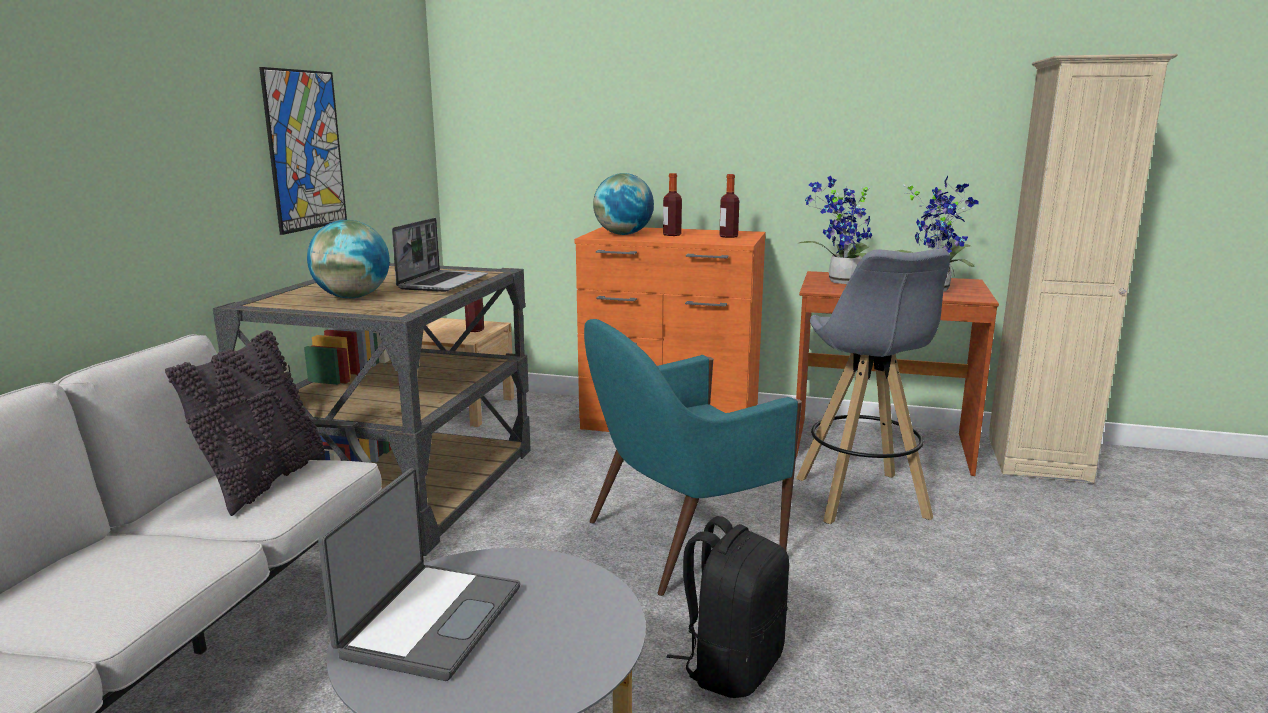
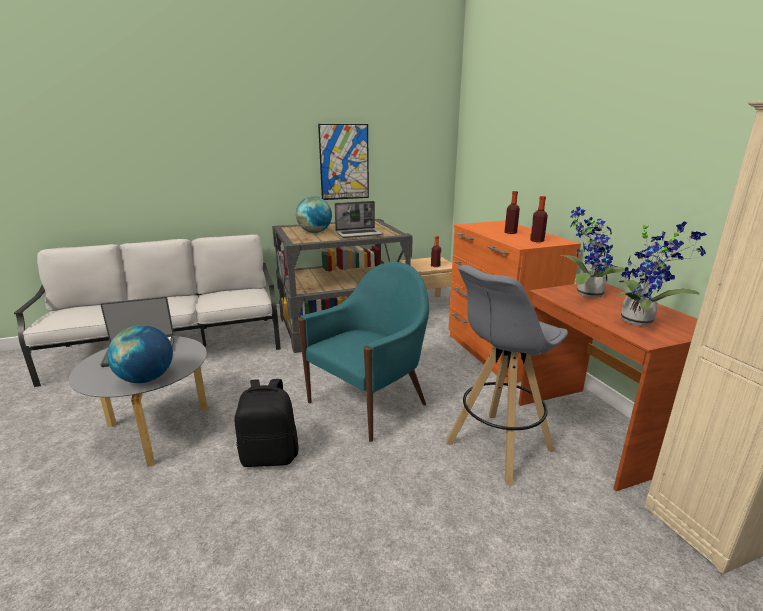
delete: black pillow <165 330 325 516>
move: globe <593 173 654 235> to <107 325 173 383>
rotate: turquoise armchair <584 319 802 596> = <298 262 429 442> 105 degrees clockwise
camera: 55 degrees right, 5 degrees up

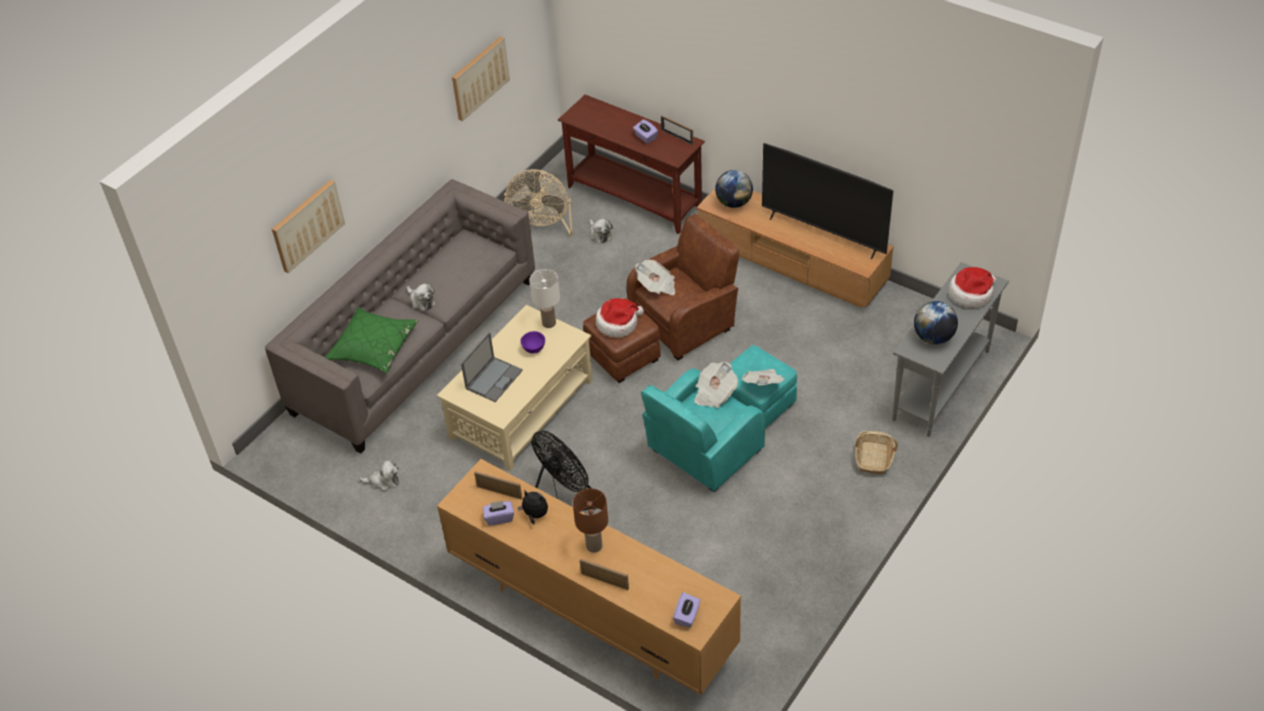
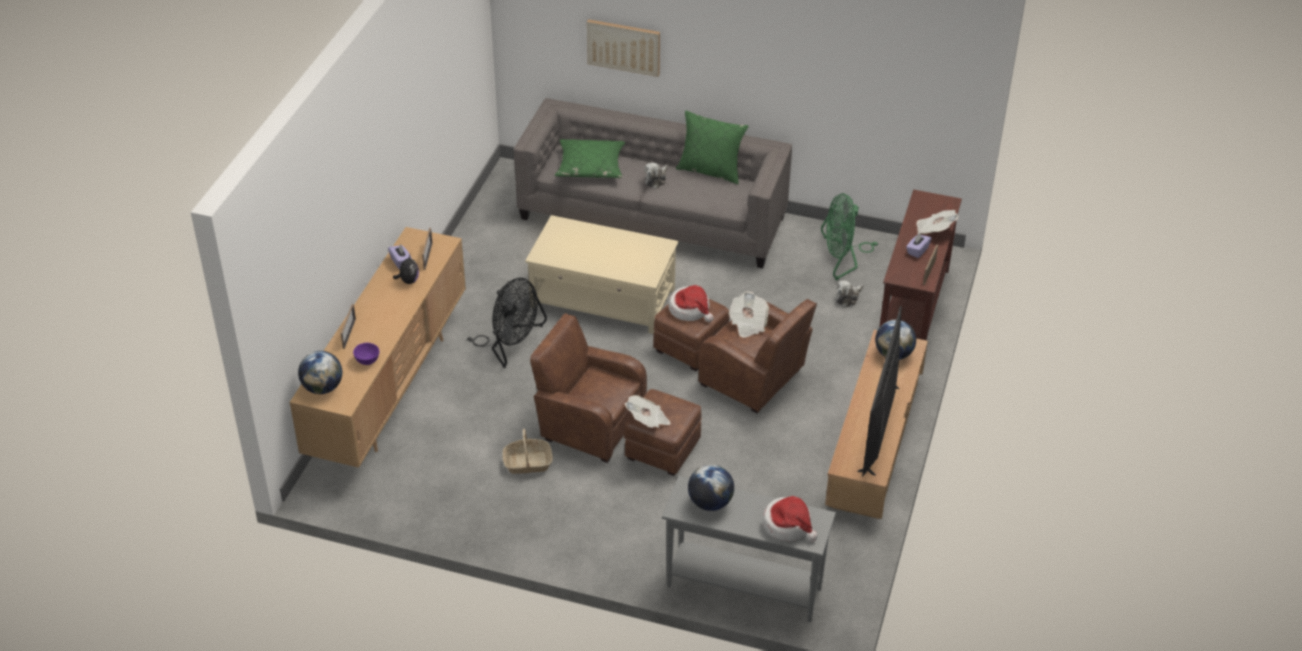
delete: plush toy <359 459 399 492>; picture <452 36 510 121>; laptop <461 332 523 402>; white table lamp <529 269 560 328>; brown table lamp <573 488 608 553>
insert: green pillow <676 111 749 185>
move: purple bowl <520 331 545 353> to <353 343 379 365>; newspaper <694 362 738 408> to <916 210 958 234>; basket <855 431 898 474> to <503 429 553 474>
replace: purple tissue box <673 592 700 628> to globe <298 351 342 394>
recolor: beige fan <504 169 573 237> to green fan <821 193 879 281>; turquoise armchair <641 345 797 492> to brown armchair <530 313 702 476>
camera: 70 degrees right, 5 degrees down

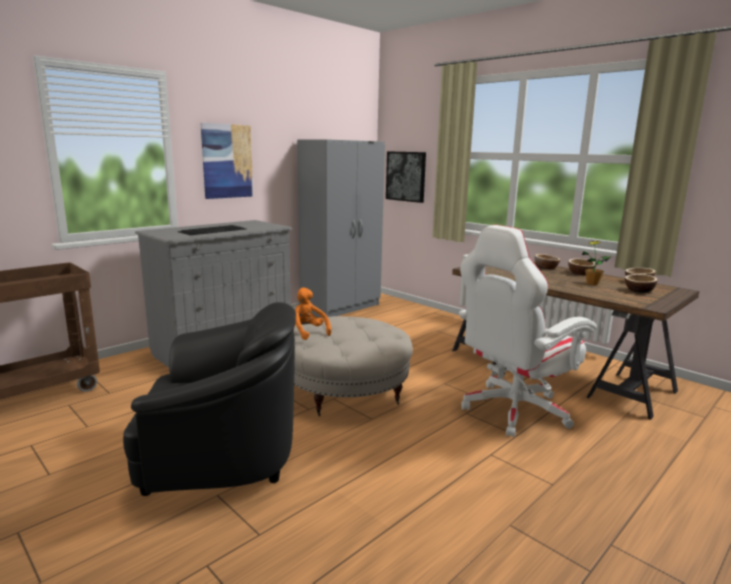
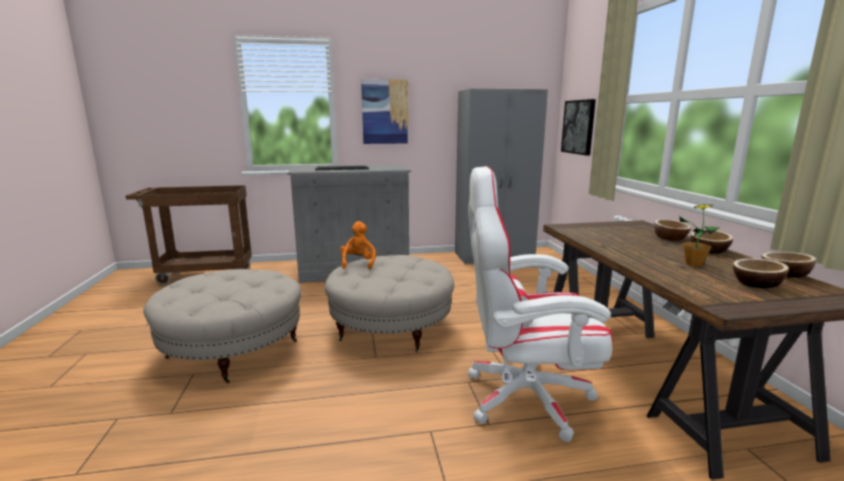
replace: black armchair <123 302 296 496> to beige ottoman <143 269 301 383>
camera: 35 degrees right, 0 degrees up

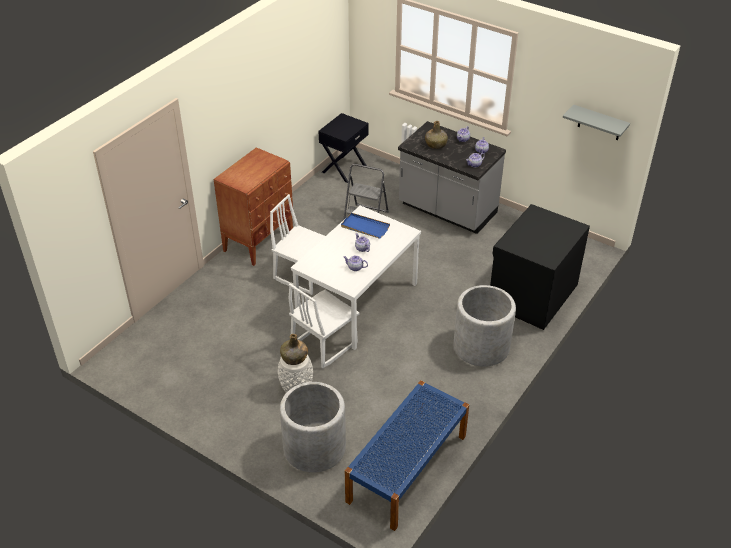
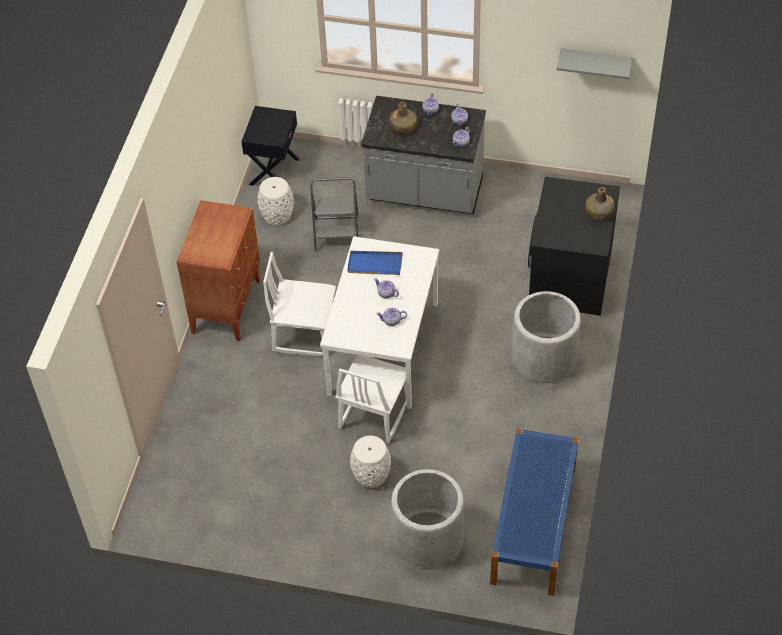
insert: white stool <258 177 294 225>
move: green bottle <280 334 308 365> to <585 187 615 221>
camera: 20 degrees left, 10 degrees up

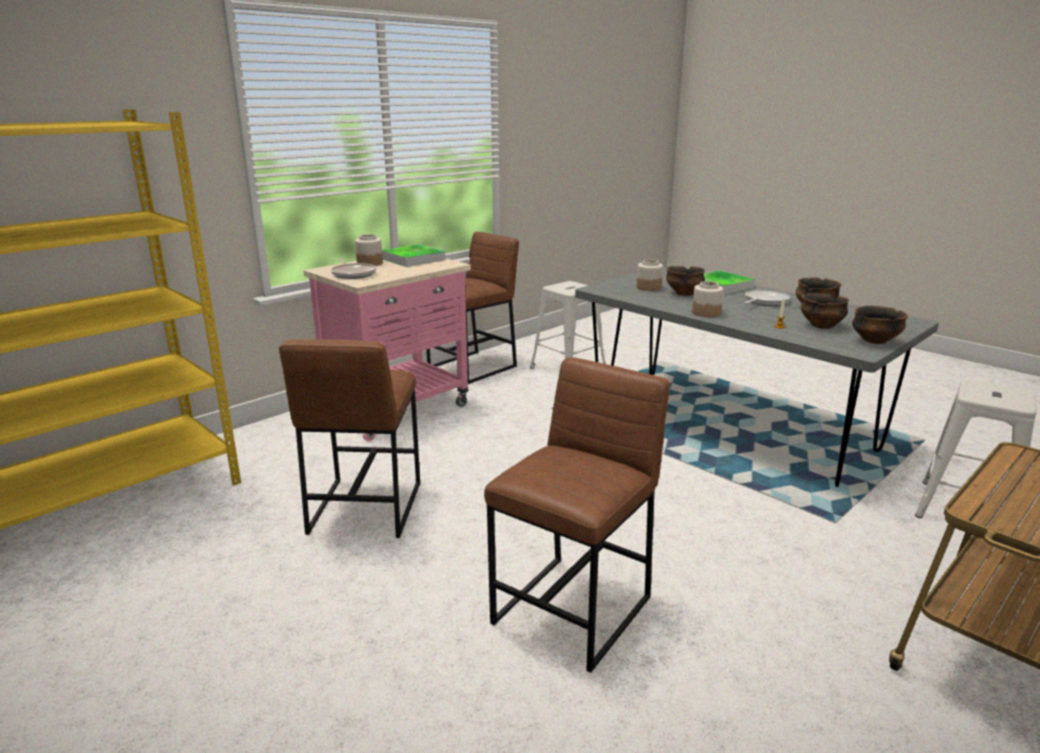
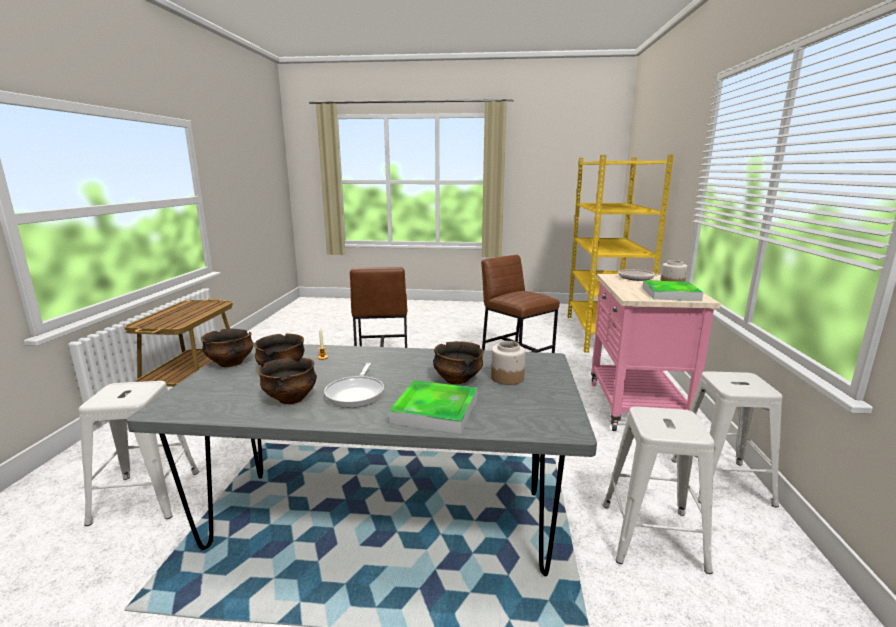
delete: jar <692 281 723 317>
replace: brown chair <426 232 519 384> to white stool <672 371 783 507>
camera: 140 degrees right, 5 degrees down

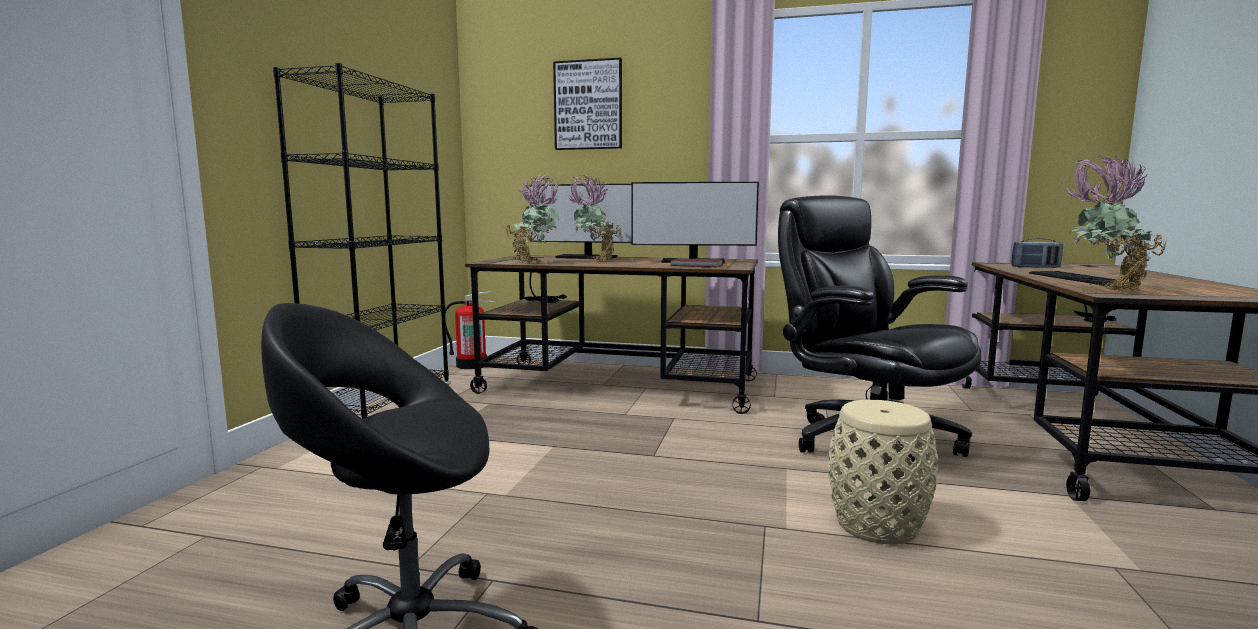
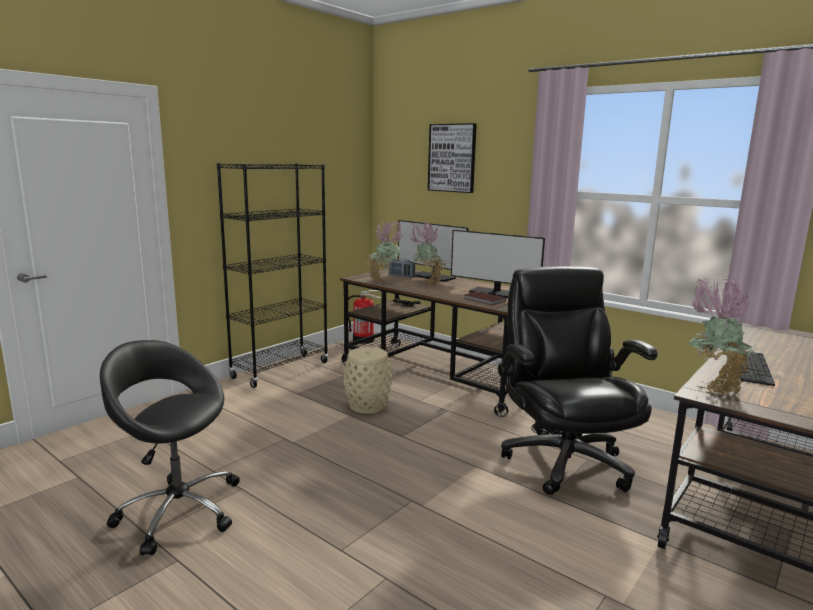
move: beige stool <828 400 938 544> to <344 347 392 414>; radio <1011 238 1063 268> to <389 259 415 278>
camera: 25 degrees right, 5 degrees up

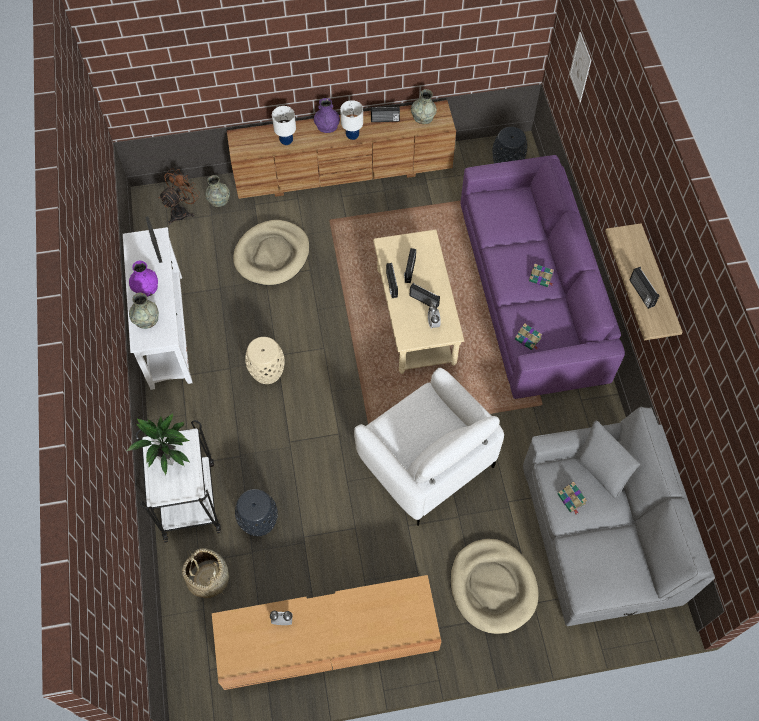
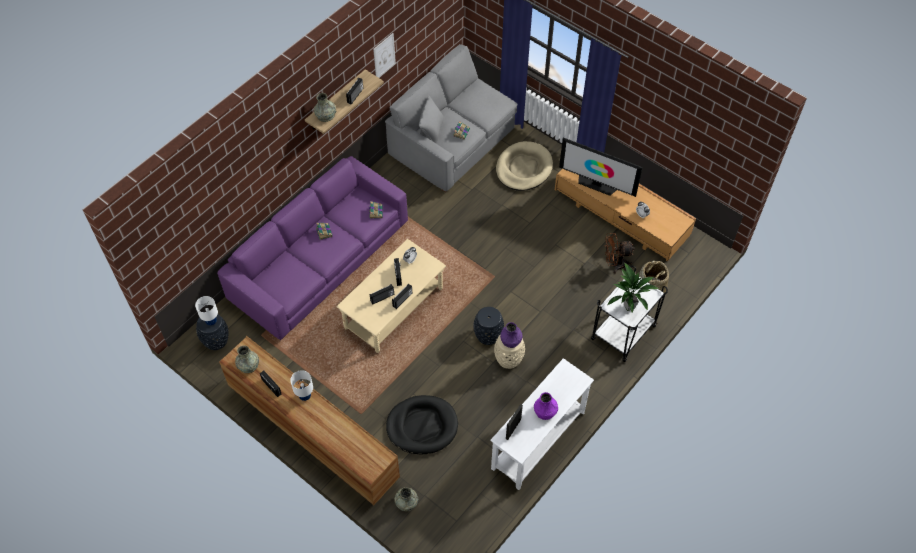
delete: white armchair <354 368 504 526>
insert: television <559 137 643 197>
move: grey vase <129 292 159 329> to <314 93 336 122>; brown fan <158 168 200 225> to <605 233 635 274>; black stool <235 489 278 536> to <474 307 504 345>; white table lamp <272 106 296 145> to <195 296 218 325>; purple vase <314 98 340 133> to <500 322 522 348>; picture <569 32 592 102> to <373 33 396 78>
recolor: beige dog bed <233 220 310 285> to black dog bed <386 395 458 454>
camera: 130 degrees left, 5 degrees down

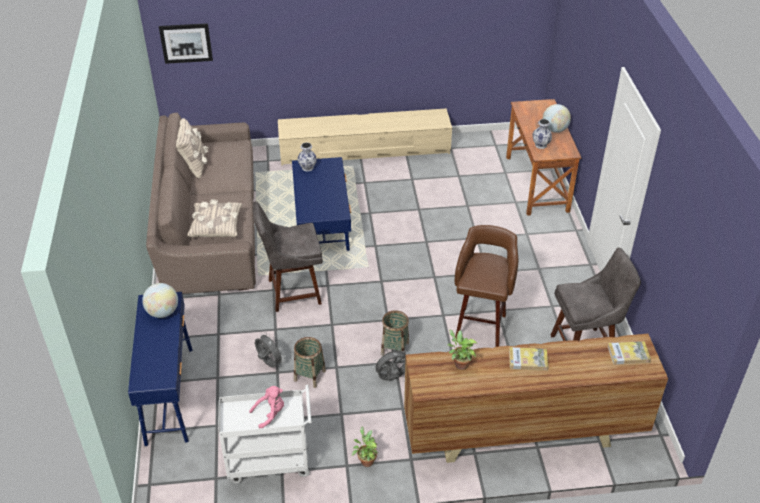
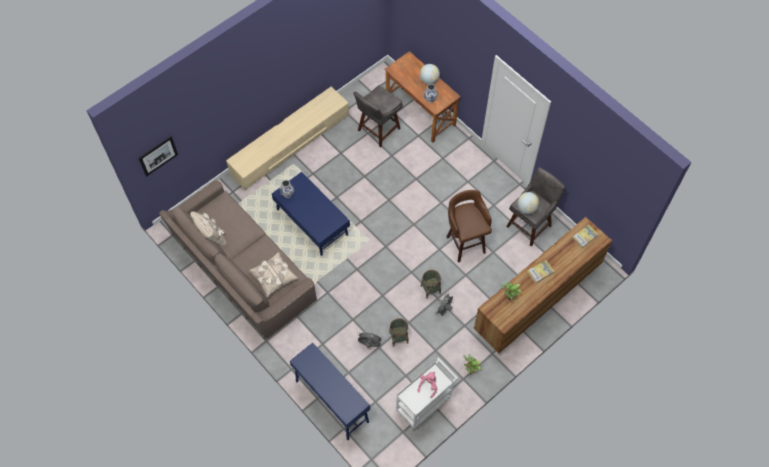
move: globe <142 283 178 318> to <517 192 540 214>; grey stool <253 201 323 312> to <354 85 403 147>
camera: 35 degrees left, 20 degrees up

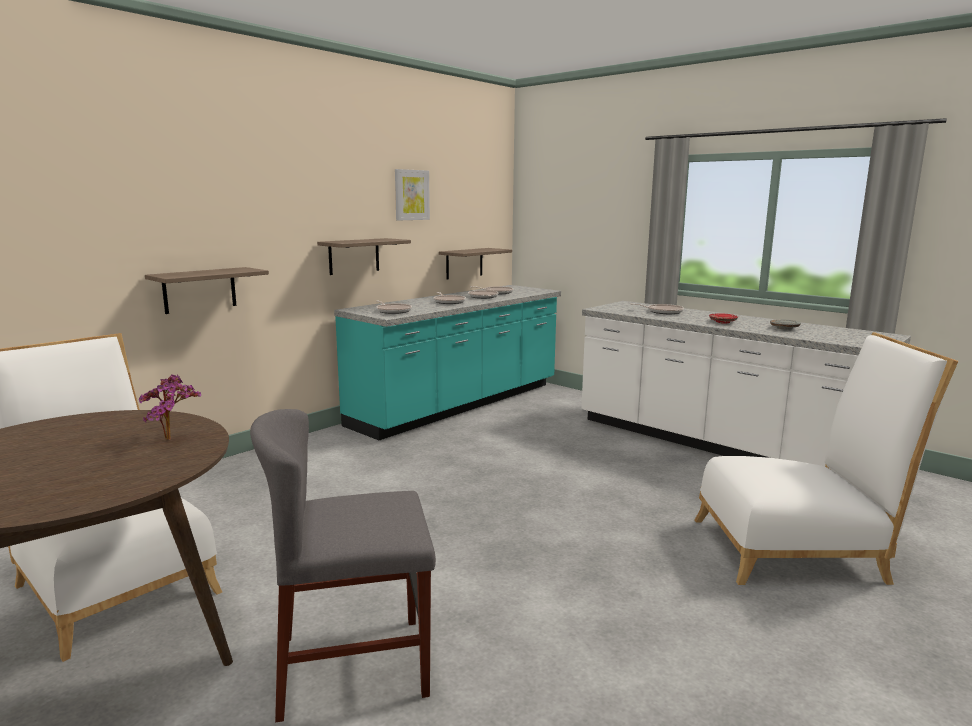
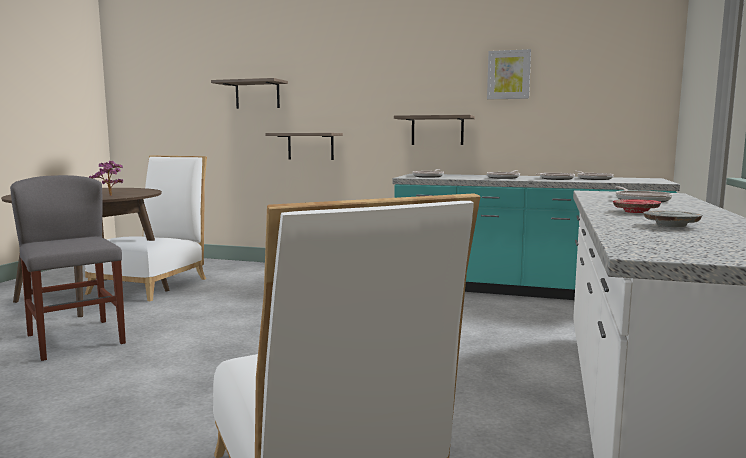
move: shelf <439 248 512 280> to <211 78 288 109>
camera: 65 degrees right, 5 degrees down

